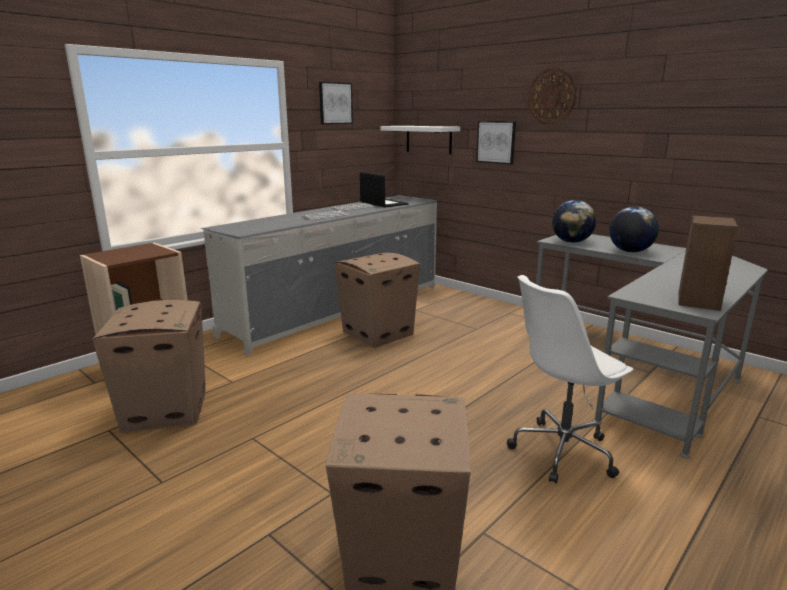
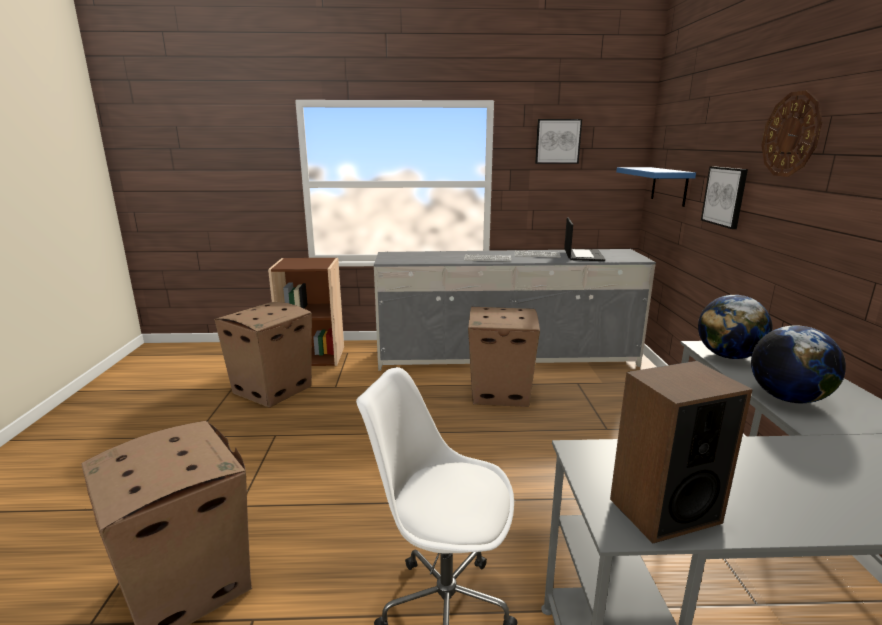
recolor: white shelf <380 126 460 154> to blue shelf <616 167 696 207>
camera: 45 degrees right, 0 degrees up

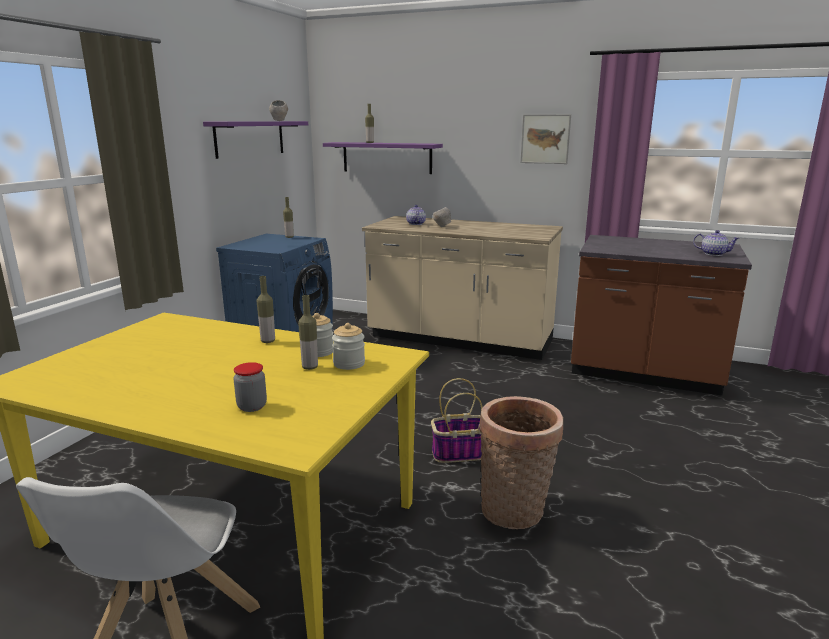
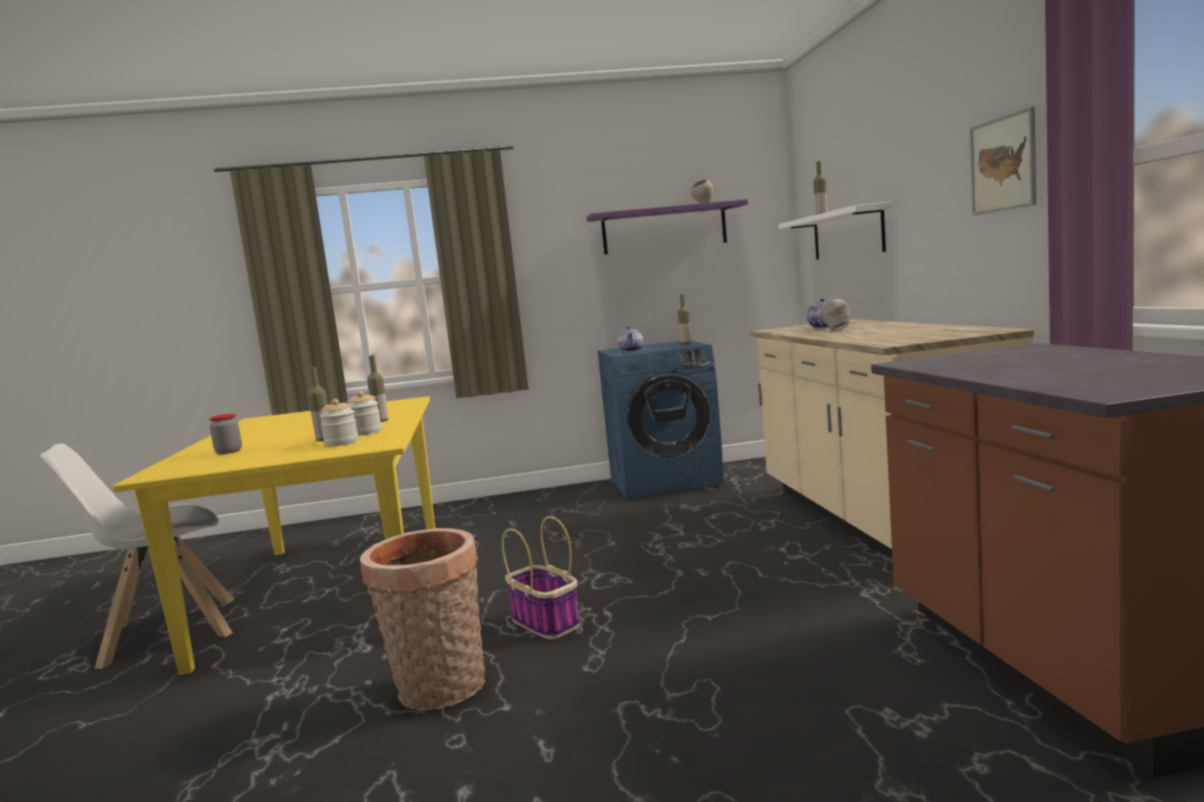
move: teapot <693 230 740 256> to <617 326 643 352>
recolor: purple shelf <323 142 443 174> to white shelf <779 202 893 260>
camera: 60 degrees right, 10 degrees down

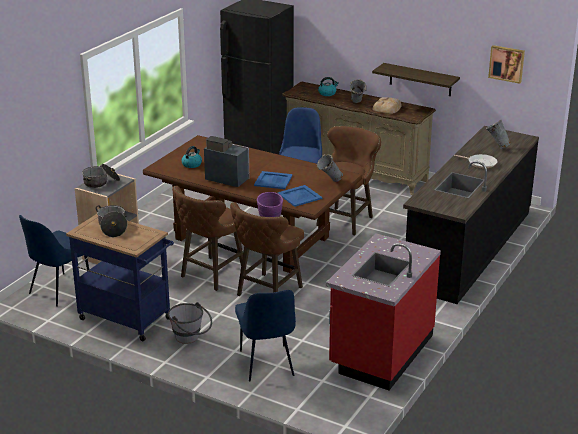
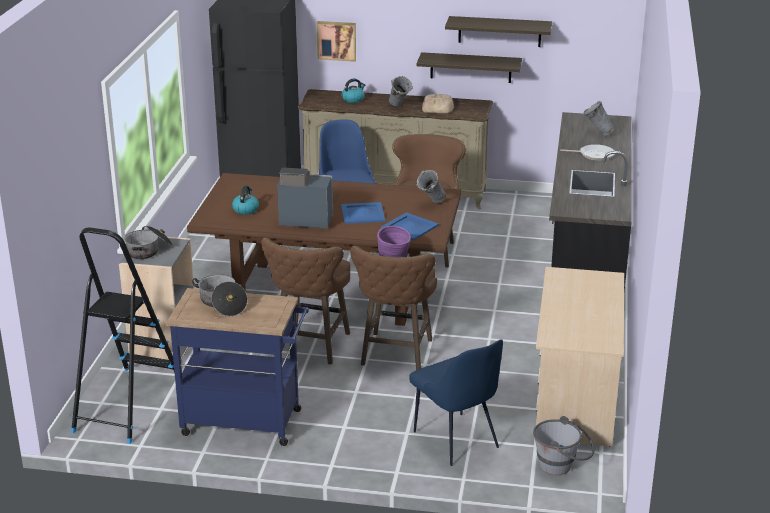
insert: shelf <445 16 552 47>
move: grey bucket <168 302 212 344> to <533 416 595 475>; picture <488 45 525 84> to <317 21 356 62>
replace: blue chair <19 215 89 307> to black step ladder <71 228 175 444>; red counter <326 233 441 390> to beige desk <536 267 624 447>
camera: 20 degrees left, 0 degrees up

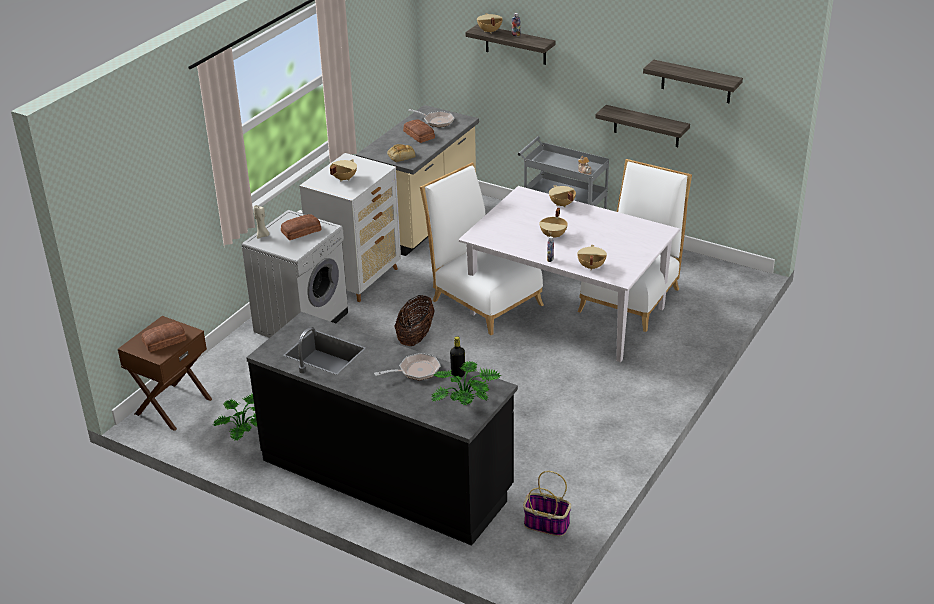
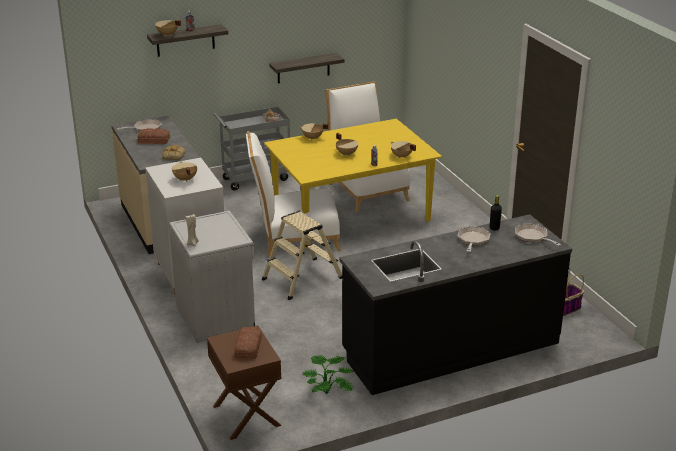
delete: bread <281 214 321 240>; shelf <643 60 743 103>
replace: basket <395 295 435 346> to beige step ladder <262 210 342 300>; potted plant <431 361 501 406> to frying pan <515 223 561 246>
recolor: white dining table <458 186 680 362> to yellow dining table <264 118 442 249>
camera: 55 degrees left, 5 degrees down

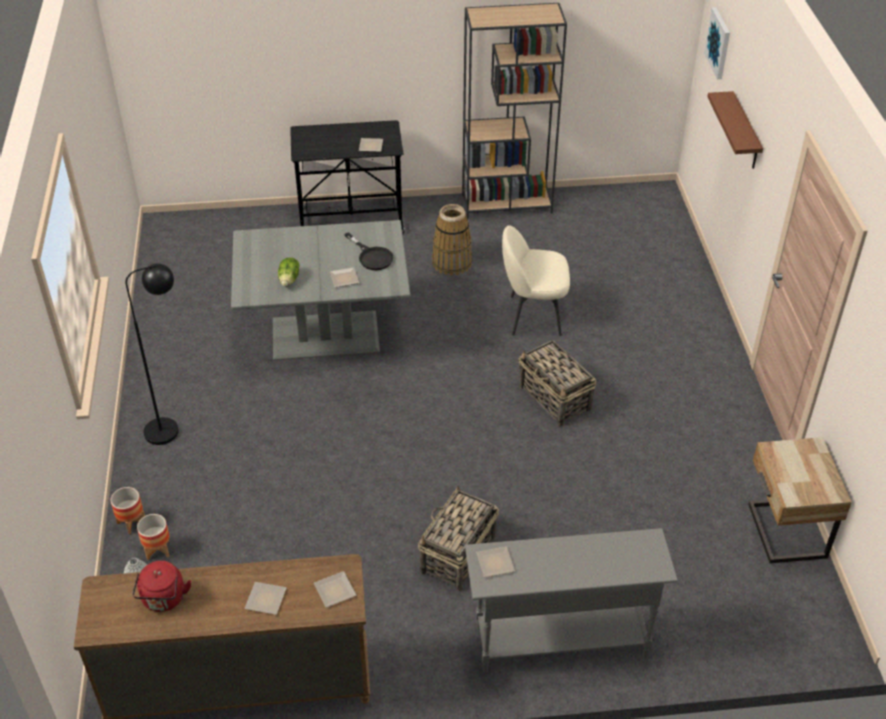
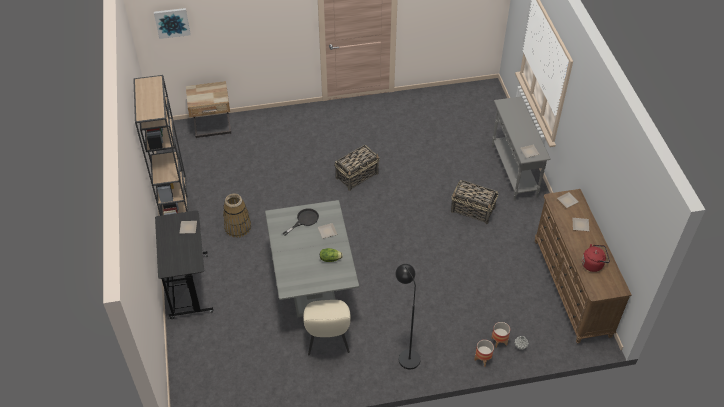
delete: brown shelf <707 91 763 169>
move: beige chair <502 225 570 336> to <303 300 351 355>; beige nightstand <748 437 852 564> to <186 81 231 138>
camera: 95 degrees left, 5 degrees up

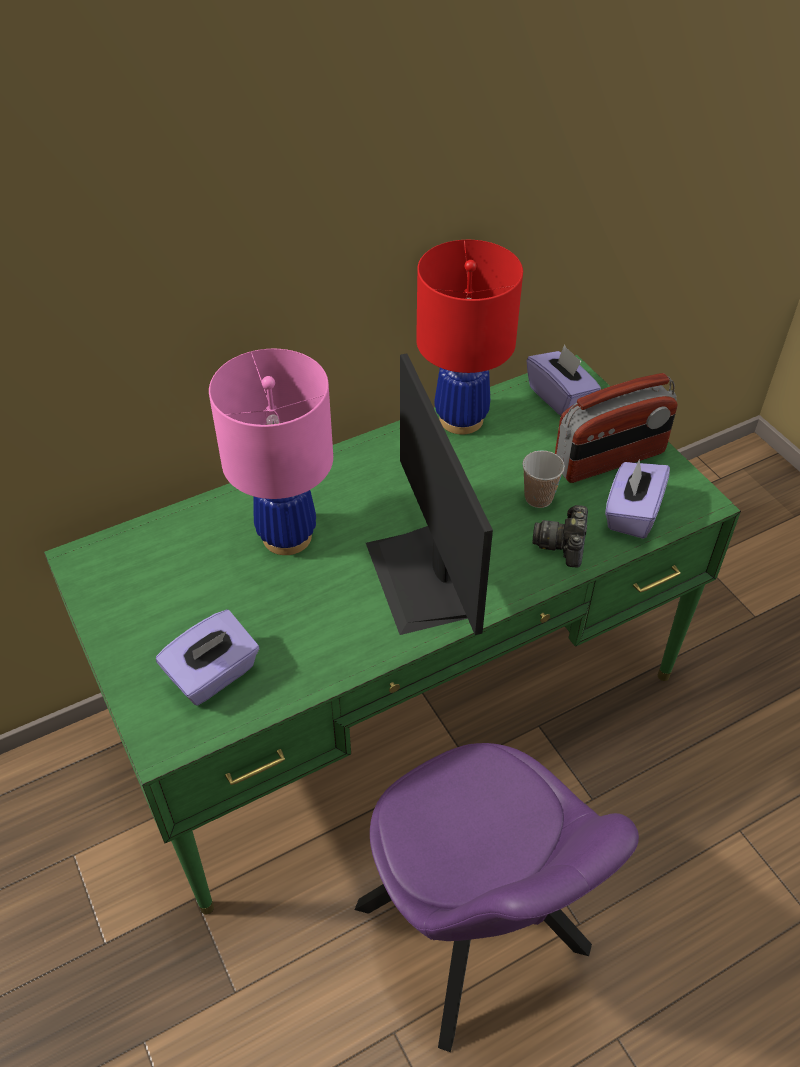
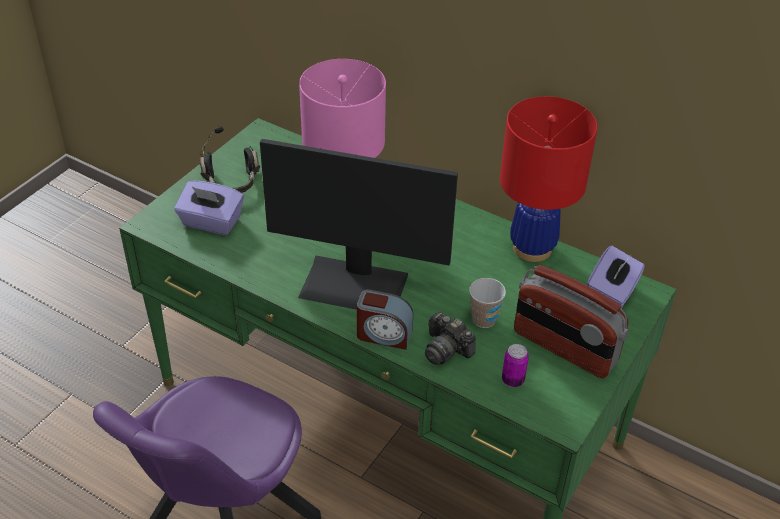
insert: black headphones <199 126 260 193>; alarm clock <357 289 413 350>
replace: purple tissue box <605 459 670 539> to can <502 344 529 387>
rotate: monitor <366 353 493 635> = <260 139 458 310> 120 degrees counterclockwise; photo camera <533 505 588 568> = <425 312 476 365> 120 degrees counterclockwise
camera: 60 degrees right, 5 degrees down

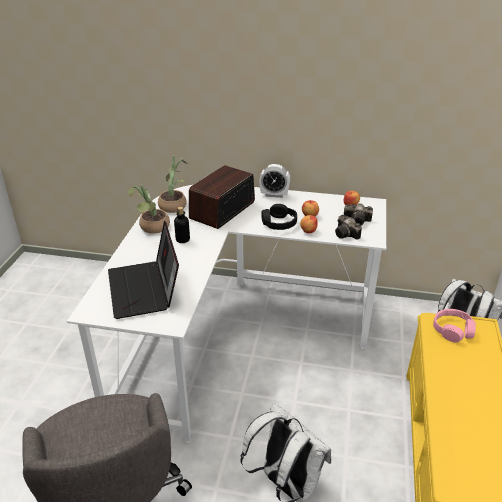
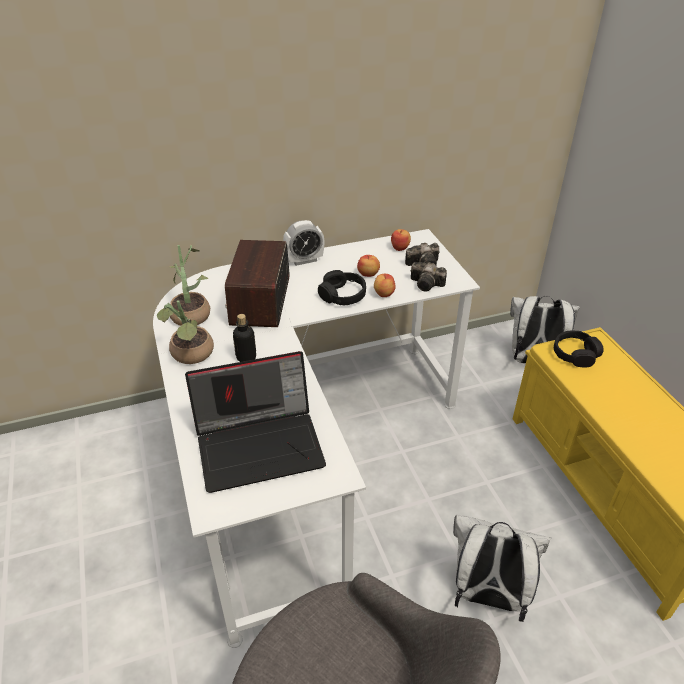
recolor: pink headphones <433 309 476 343> to black headphones <554 331 604 368>
rotate: laptop <108 221 179 319> = <185 351 326 493> 60 degrees counterclockwise
camera: 30 degrees left, 5 degrees up

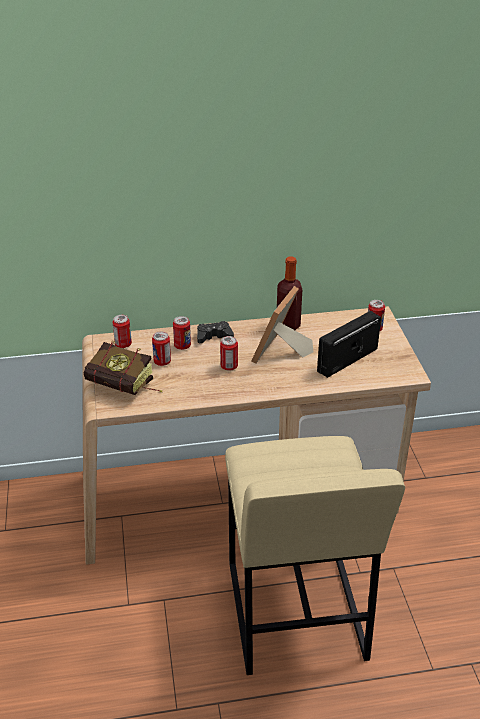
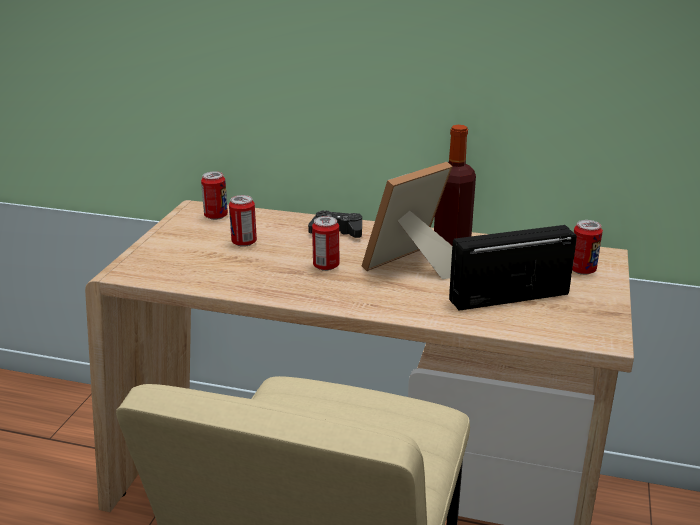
delete: book <84 341 163 395>; can <173 316 191 350>
camera: 25 degrees right, 10 degrees down

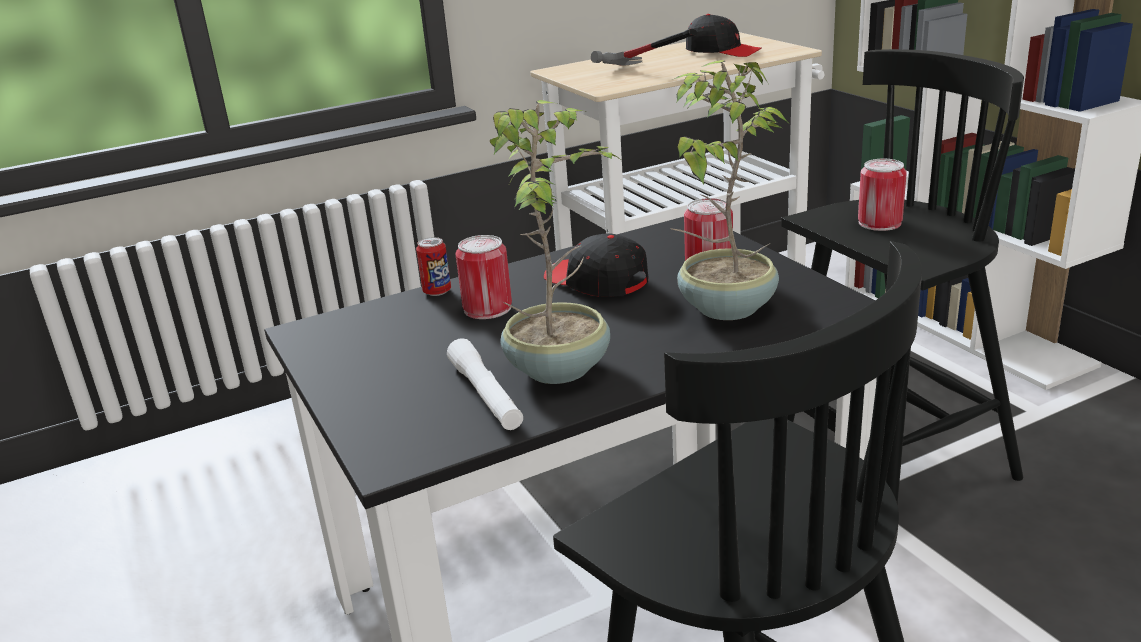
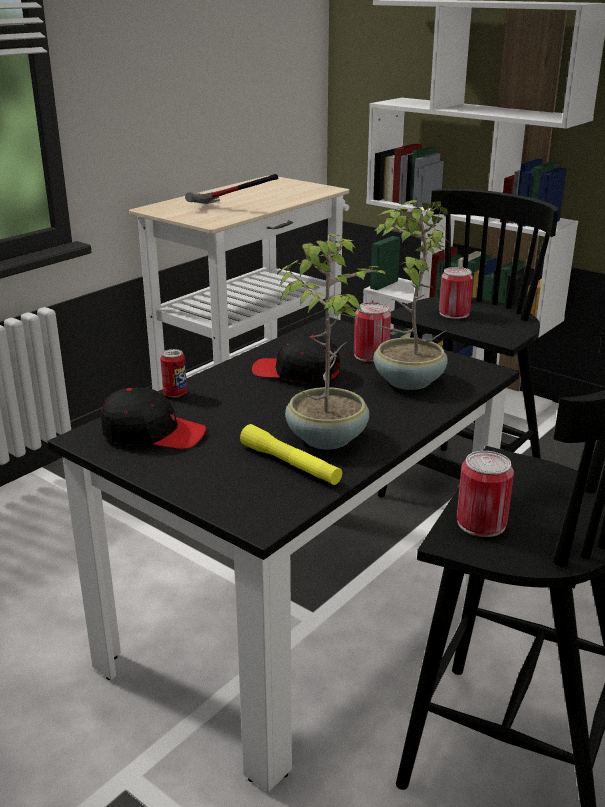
move: can <455 235 512 319> to <457 451 514 537>; black cap <686 14 762 57> to <101 388 206 449>
recolor: white flashlight <447 338 523 430> to yellow flashlight <240 424 342 485>
camera: 25 degrees left, 0 degrees up

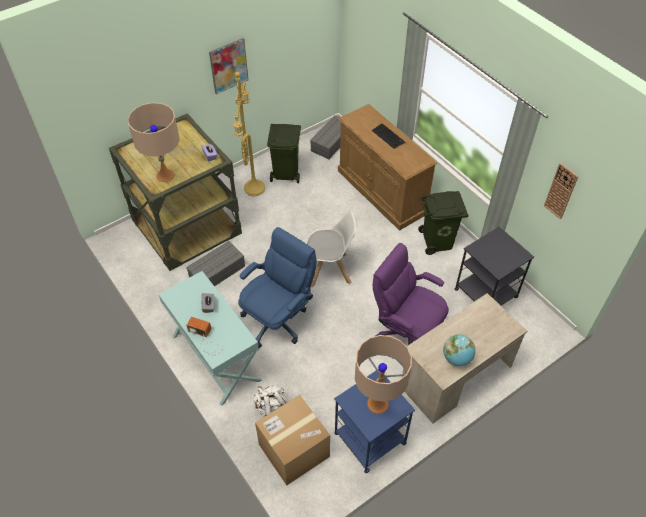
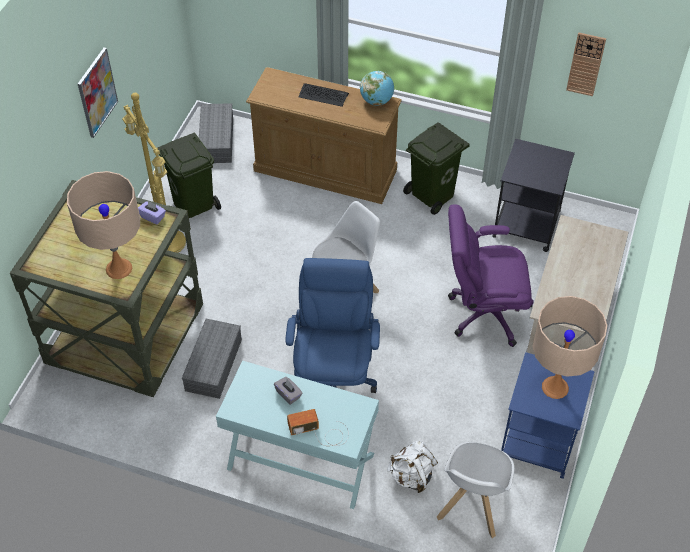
move: globe <443 334 476 366> to <360 71 394 106>
replace: cardboard box <255 395 330 486> to chair <437 442 514 538>
camera: 35 degrees left, 0 degrees up

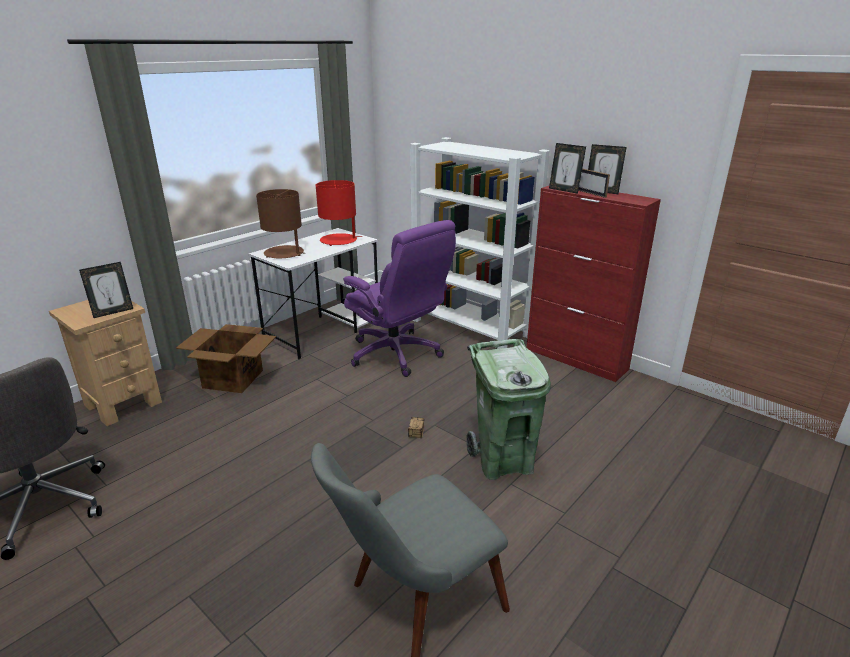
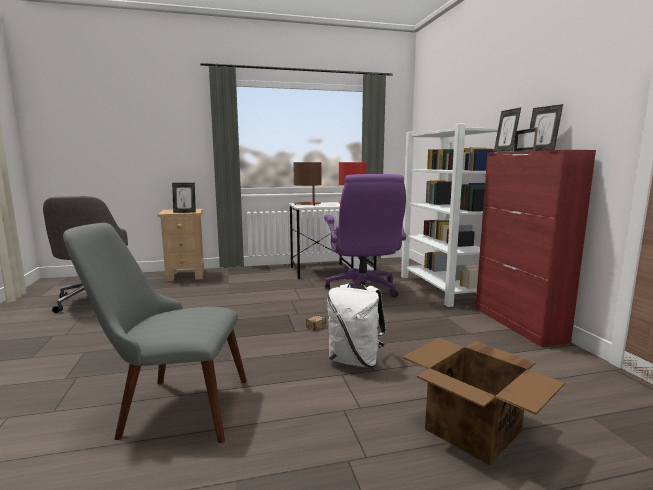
move: cardboard box <176 324 276 393> to <402 338 565 465>
replace: green trash can <466 339 551 480> to white backpack <327 283 386 368>
camera: 35 degrees right, 15 degrees down

